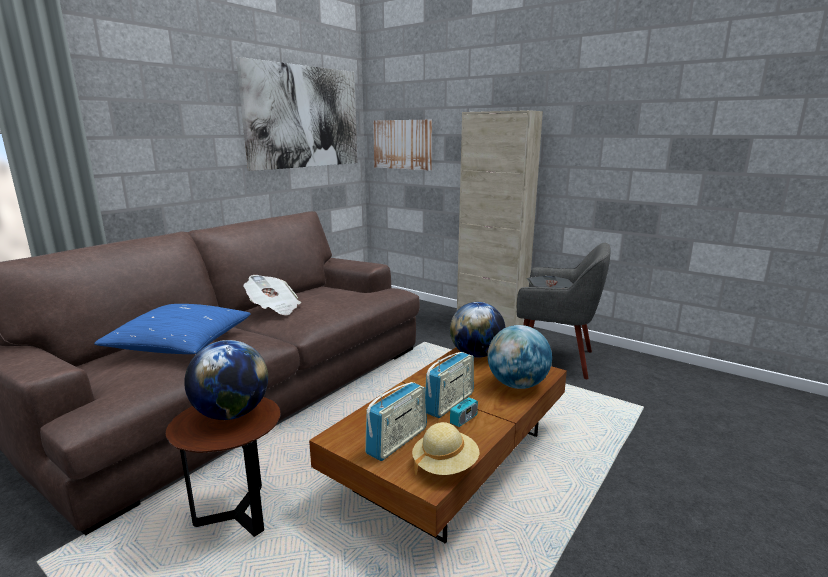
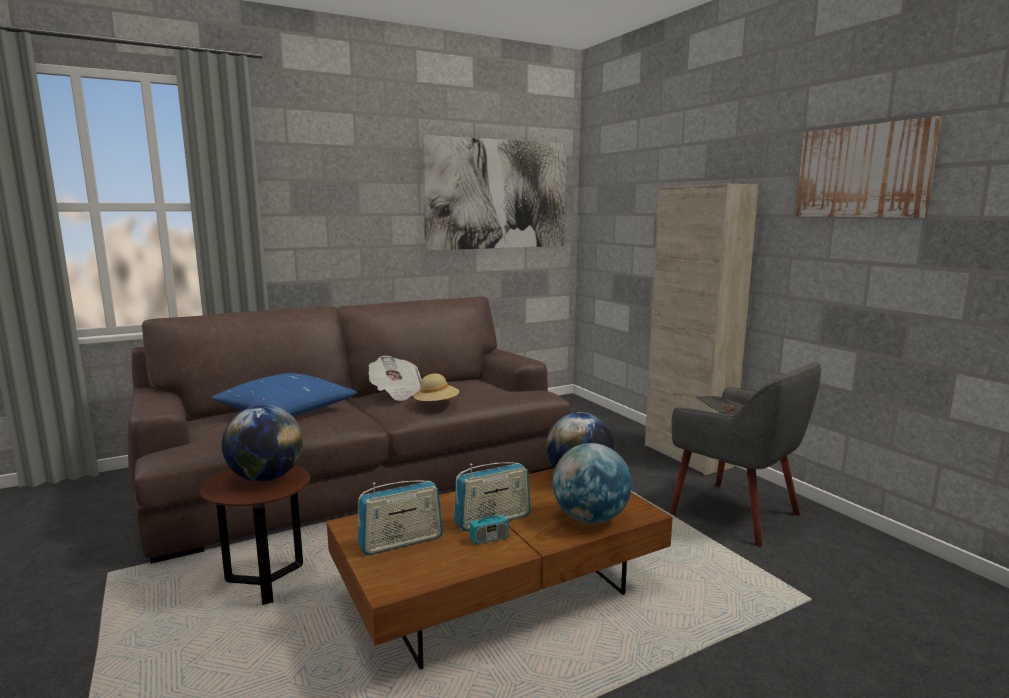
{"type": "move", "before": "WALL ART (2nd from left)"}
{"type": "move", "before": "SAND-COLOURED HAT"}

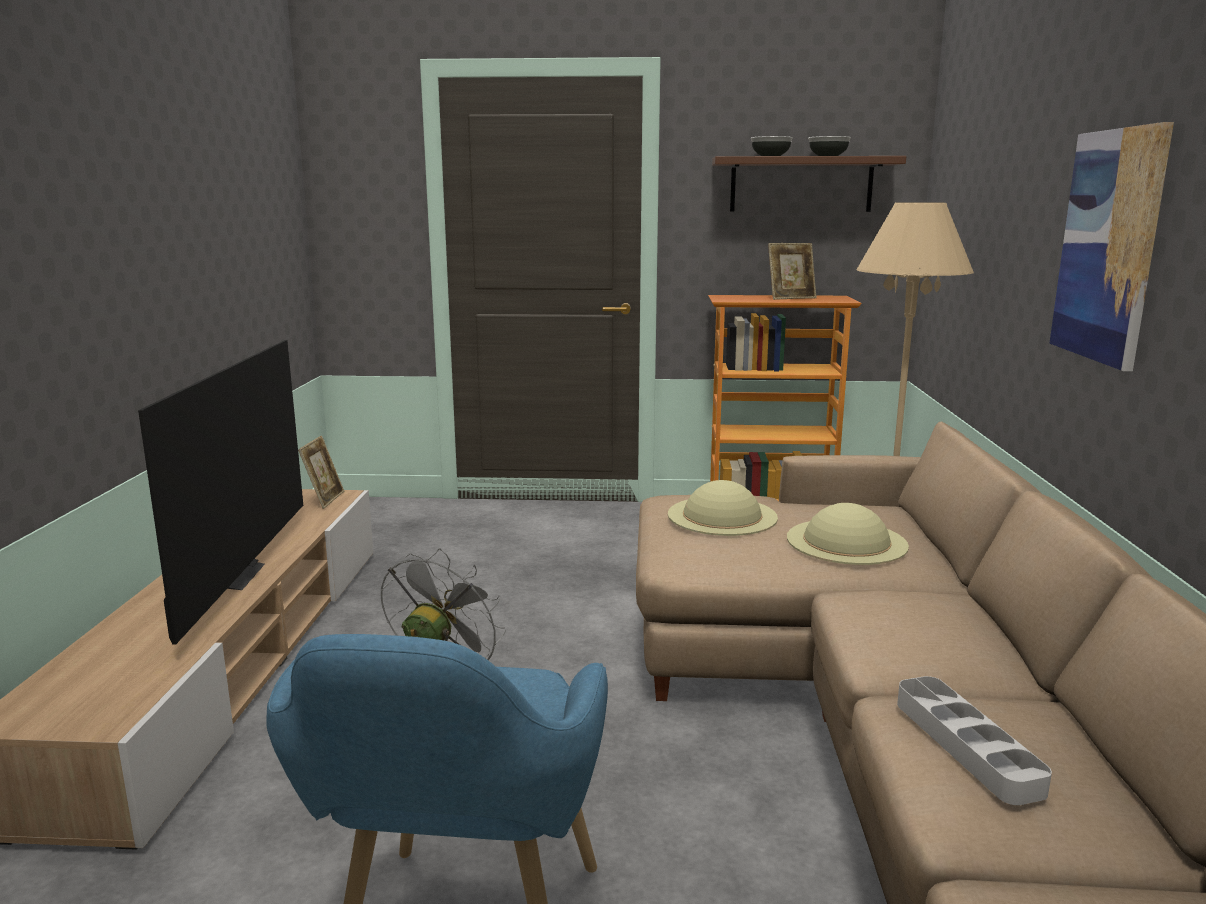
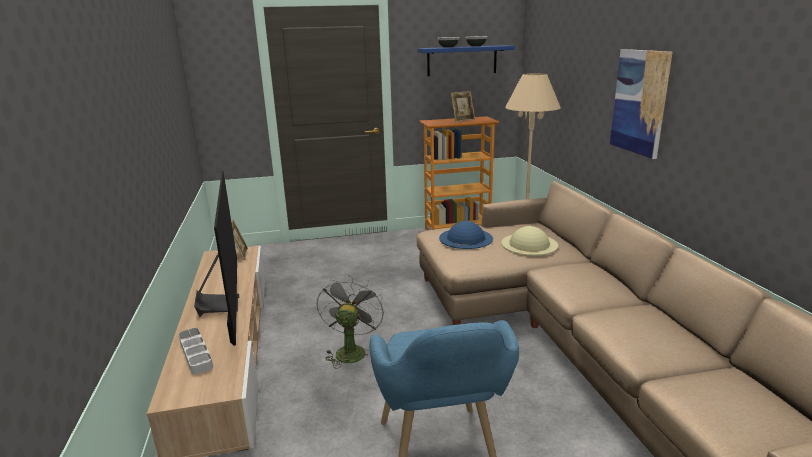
{"type": "move", "before": "GREY TRAY"}
{"type": "recolor", "before": "SAND-COLOURED HAT (1st from left)", "after": "BLUE HAT"}
{"type": "recolor", "before": "BROWNISH SHELF", "after": "BLUE SHELF"}

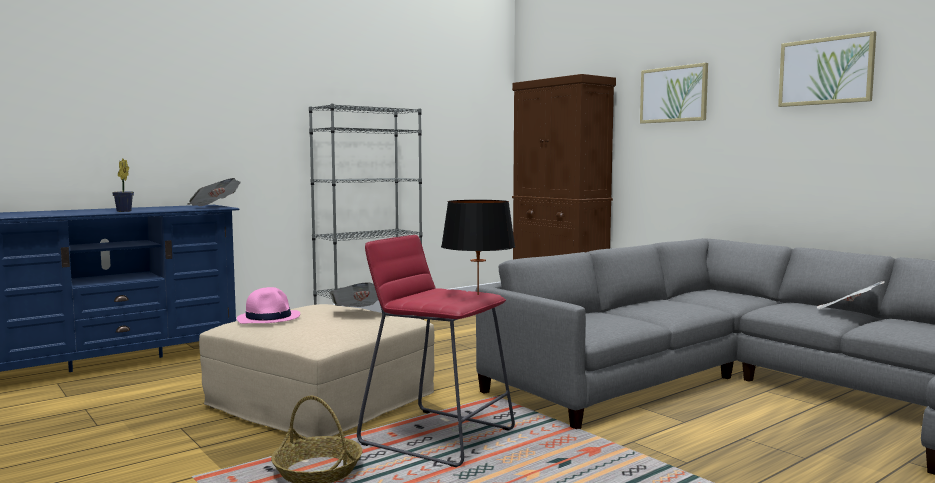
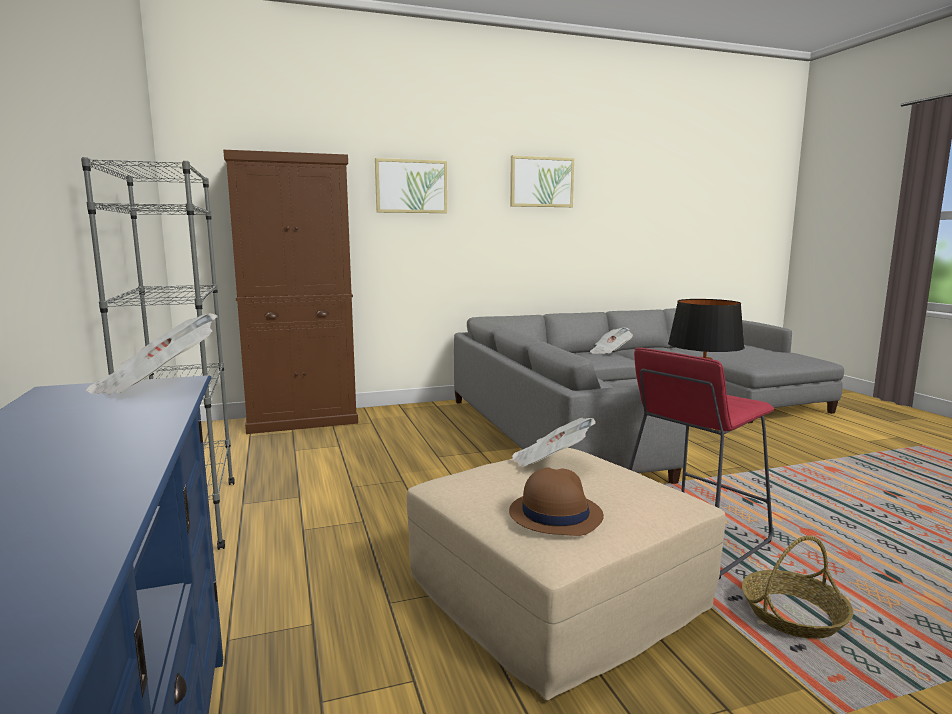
{"type": "delete", "before": "PLANT IN A POT"}
{"type": "recolor", "before": "PINKISH HAT", "after": "BROWNISH HAT"}

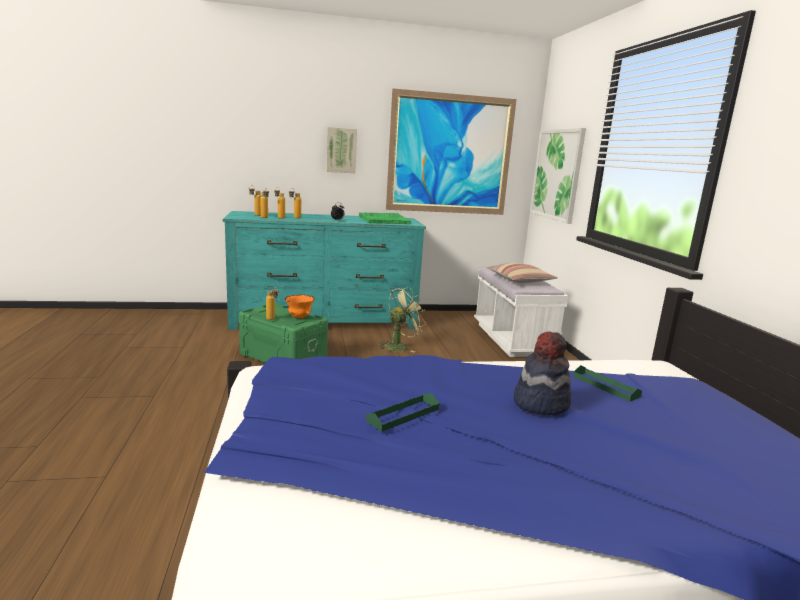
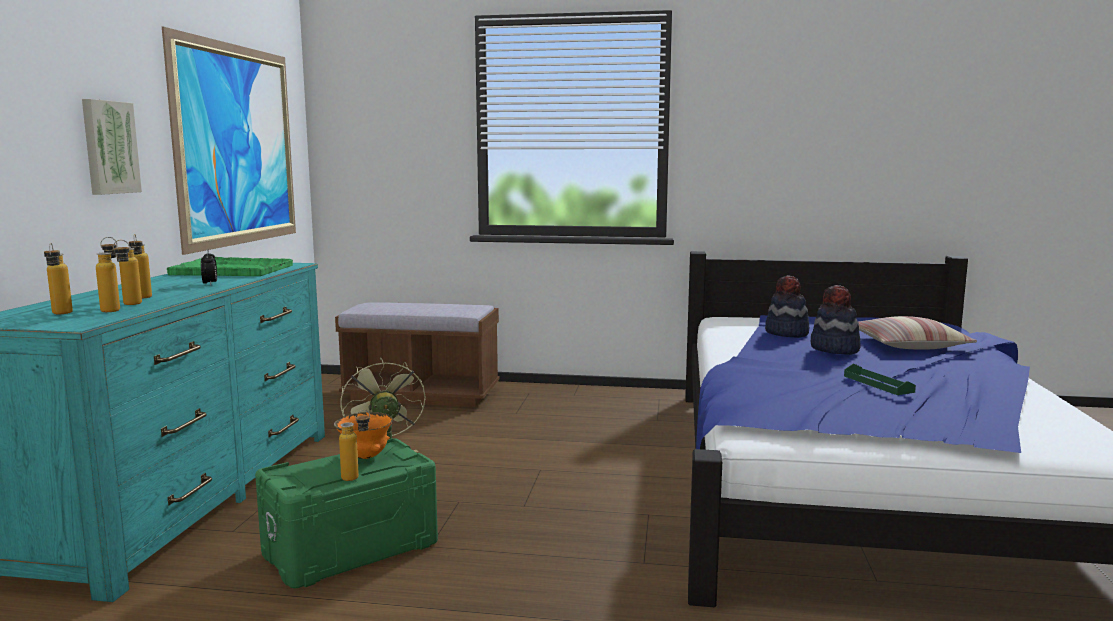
{"type": "delete", "before": "WALL ART (3rd from left)"}
{"type": "move", "before": "PILLOW"}
{"type": "replace", "before": "GREEN-COLOURED TRAY (3rd from left)", "after": "HAT (1st from left)"}
{"type": "recolor", "before": "WHITISH LONG SEAT", "after": "BROWNISH LONG SEAT"}

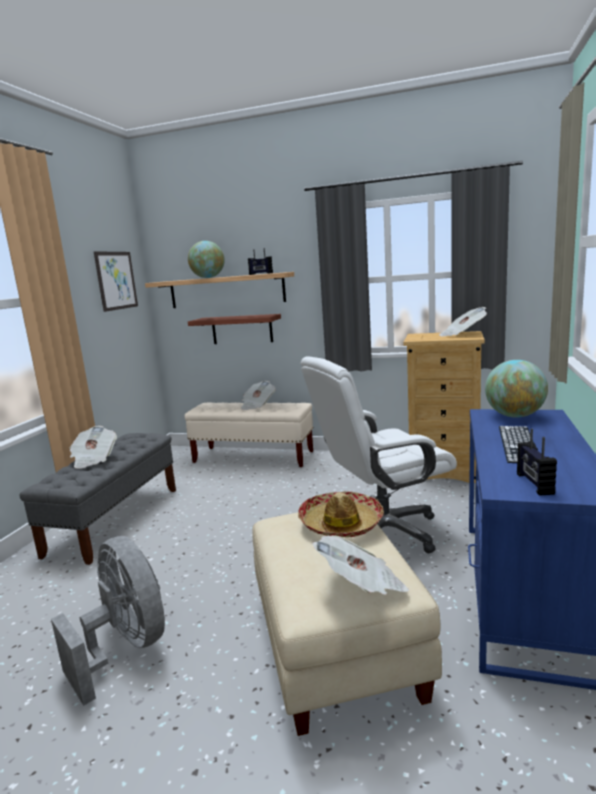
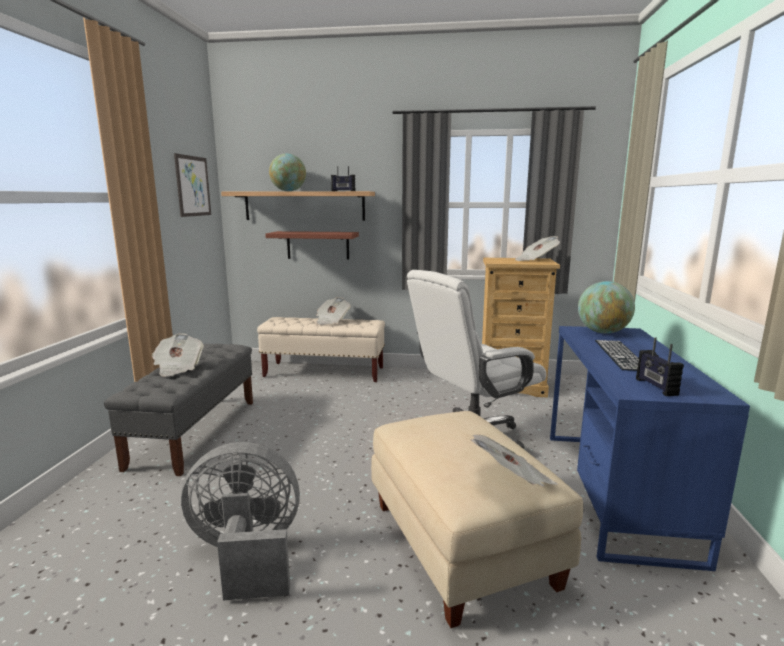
{"type": "delete", "before": "HAT"}
{"type": "rotate", "before": "GREY FAN", "turn": -45}

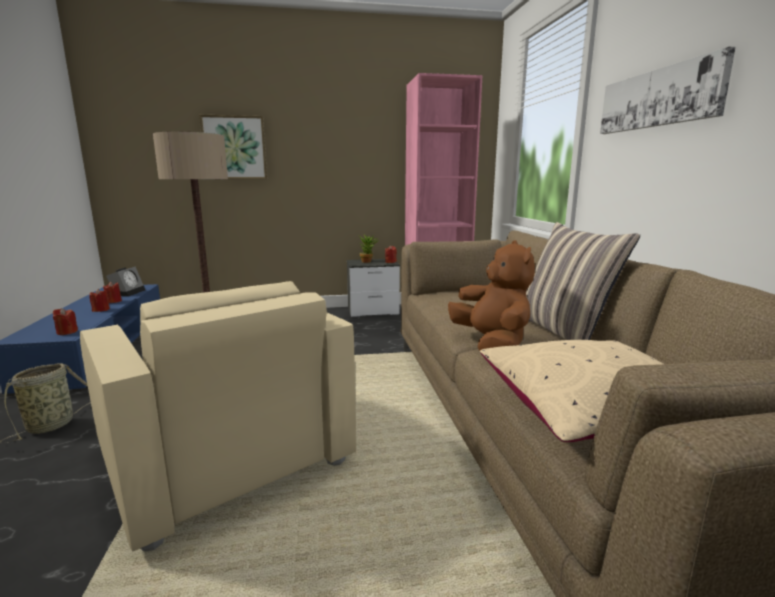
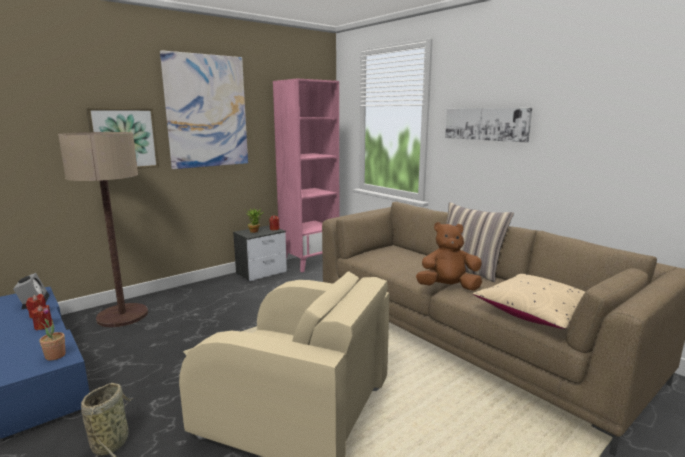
{"type": "insert", "after": "WALL ART (2nd from left)"}
{"type": "replace", "before": "RED-COLOURED CANDLE (1st from left)", "after": "PLANT IN A POT (1st from left)"}
{"type": "rotate", "before": "BROWNISH PLUSH TOY", "turn": -45}

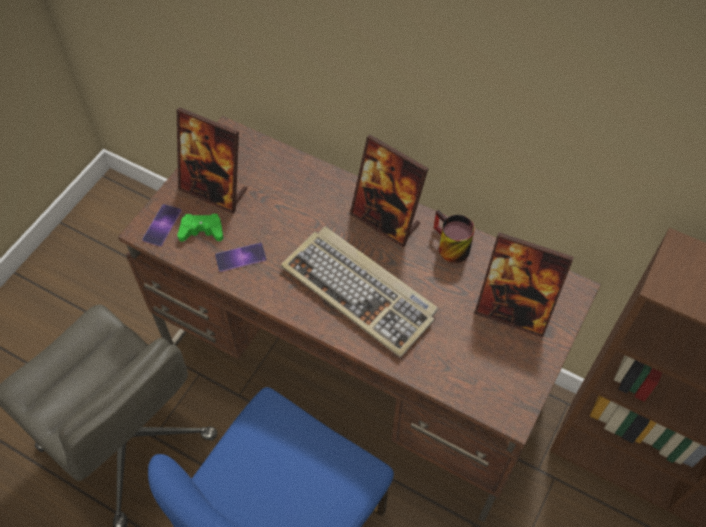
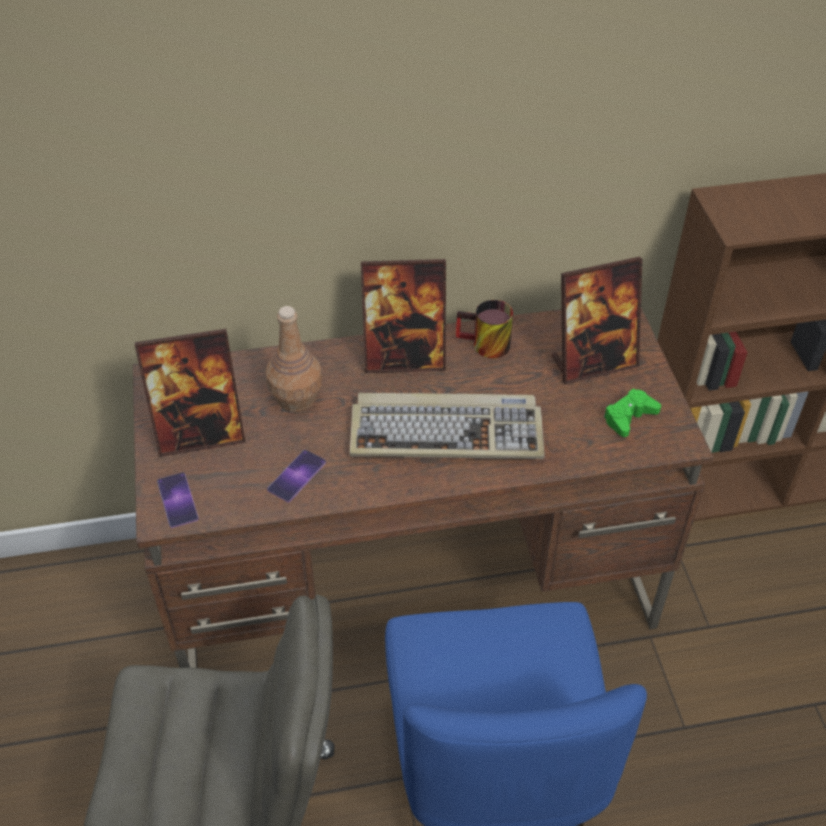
{"type": "insert", "after": "BROWNISH DRINK BOTTLE"}
{"type": "move", "before": "GREEN-COLOURED GAME CONTROLLER"}

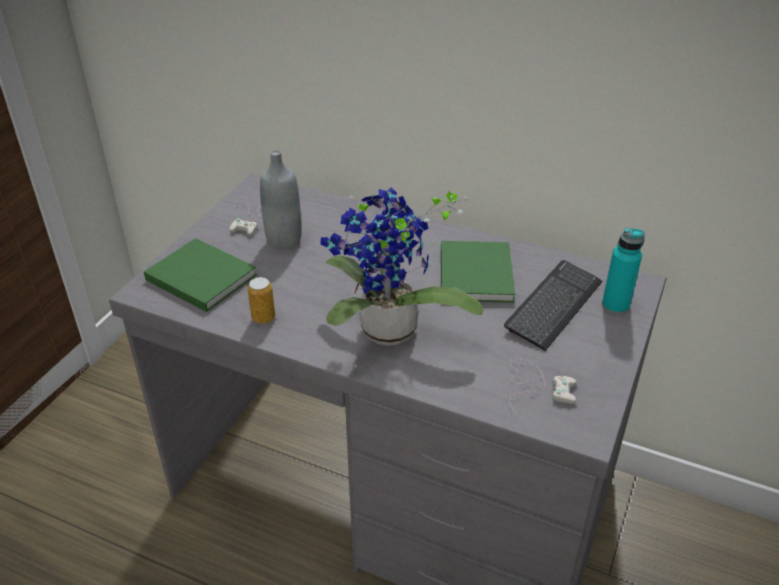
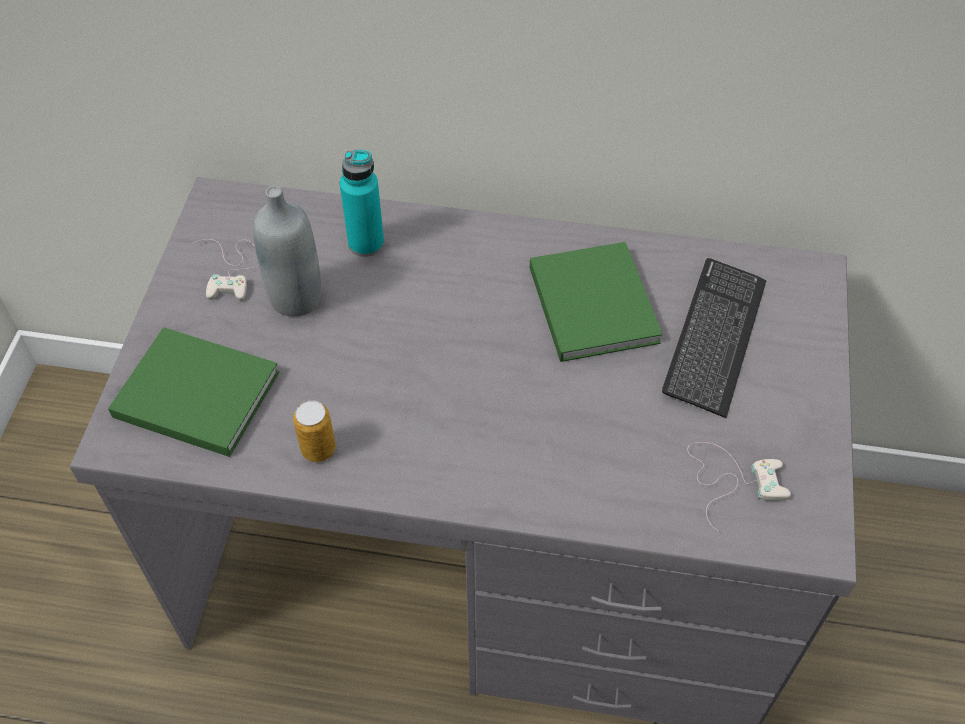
{"type": "delete", "before": "PLANT IN A POT"}
{"type": "move", "before": "TURQUOISE-COLOURED DRINK BOTTLE"}

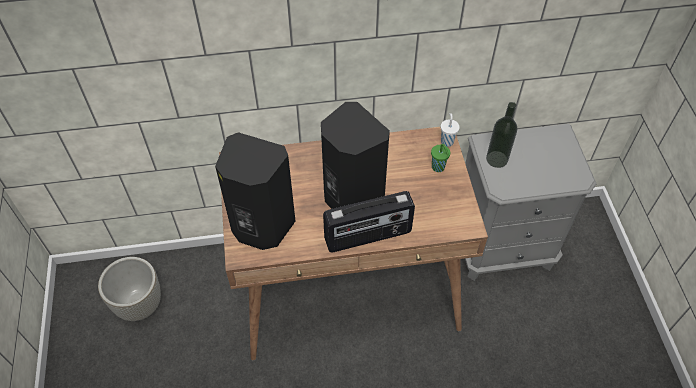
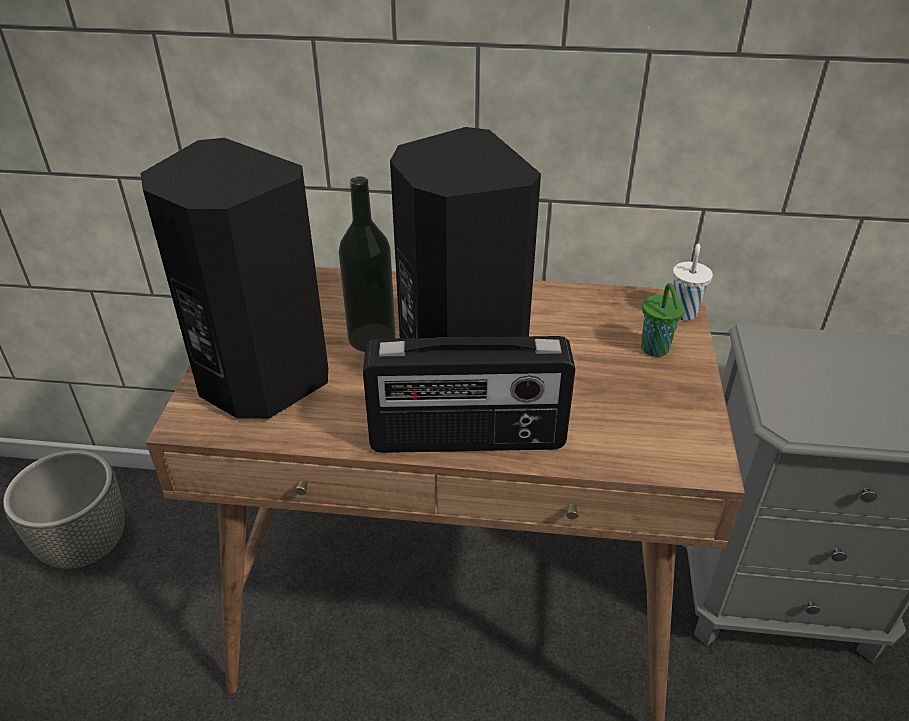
{"type": "move", "before": "DRINK BOTTLE"}

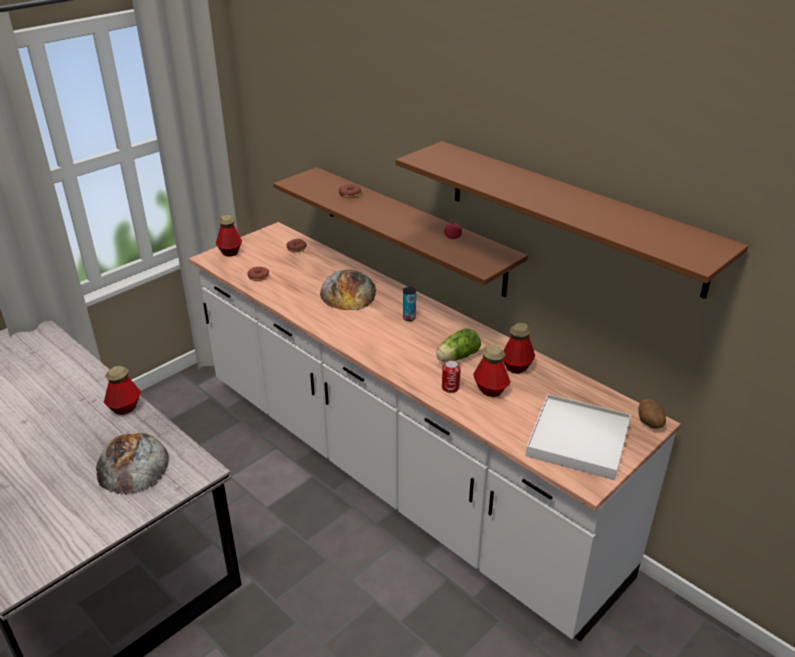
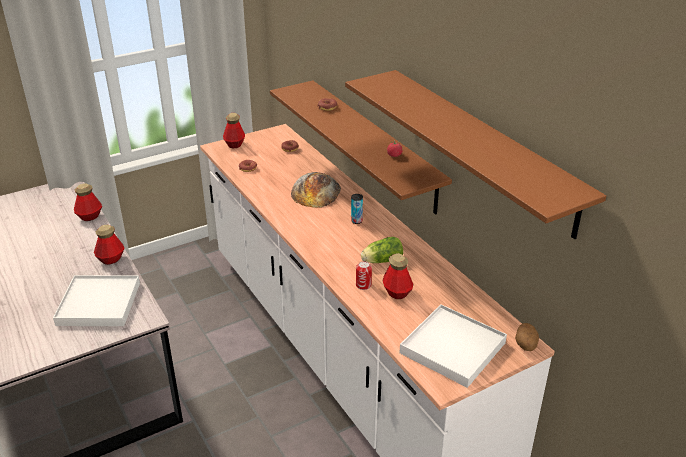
{"type": "move", "before": "DRINK BOTTLE (4th from left in the first image)", "after": "DRINK BOTTLE (1st from left)"}
{"type": "replace", "before": "BAKED BREAD (1st from left)", "after": "WHITISH TRAY (1st from left)"}

